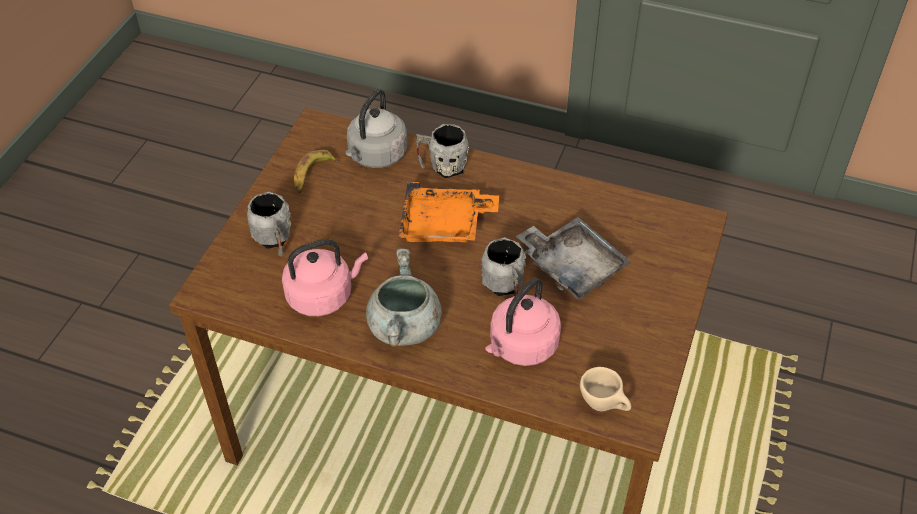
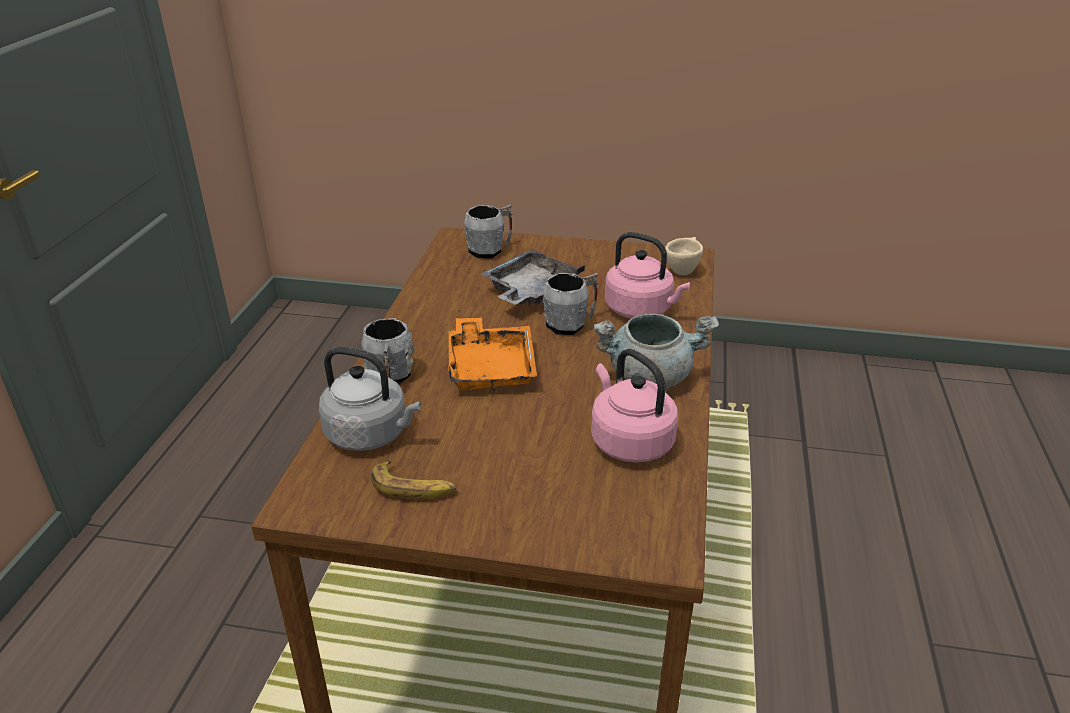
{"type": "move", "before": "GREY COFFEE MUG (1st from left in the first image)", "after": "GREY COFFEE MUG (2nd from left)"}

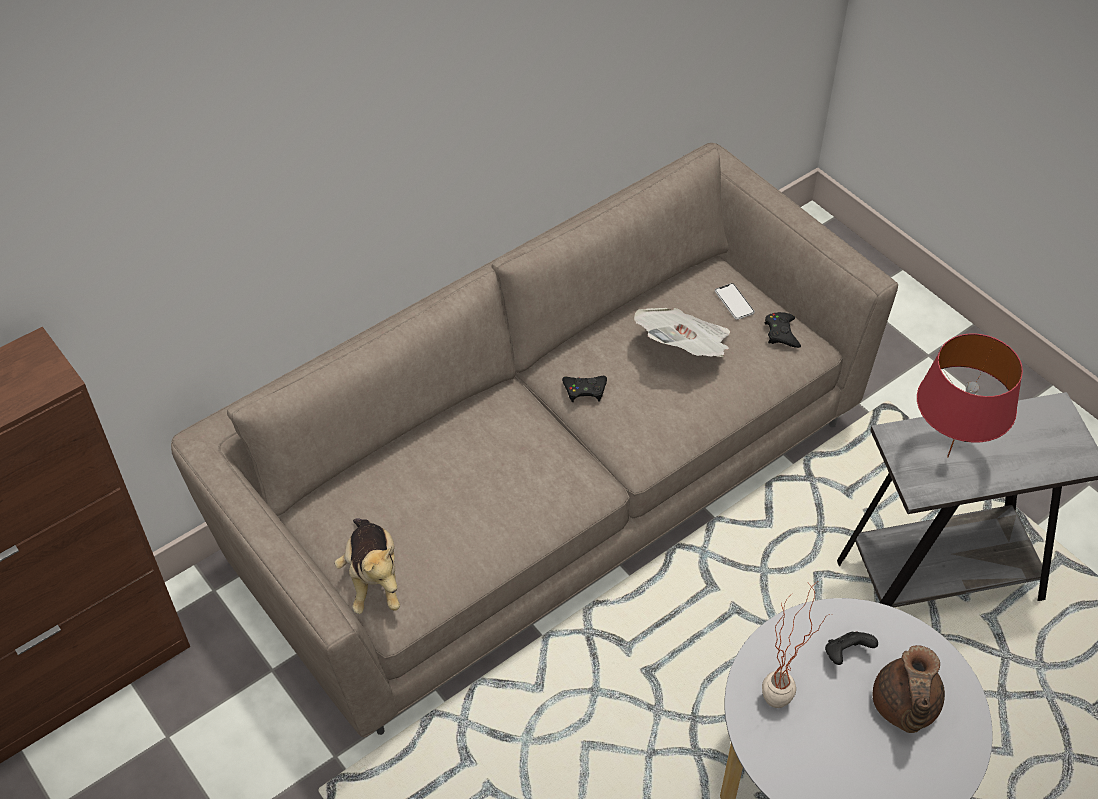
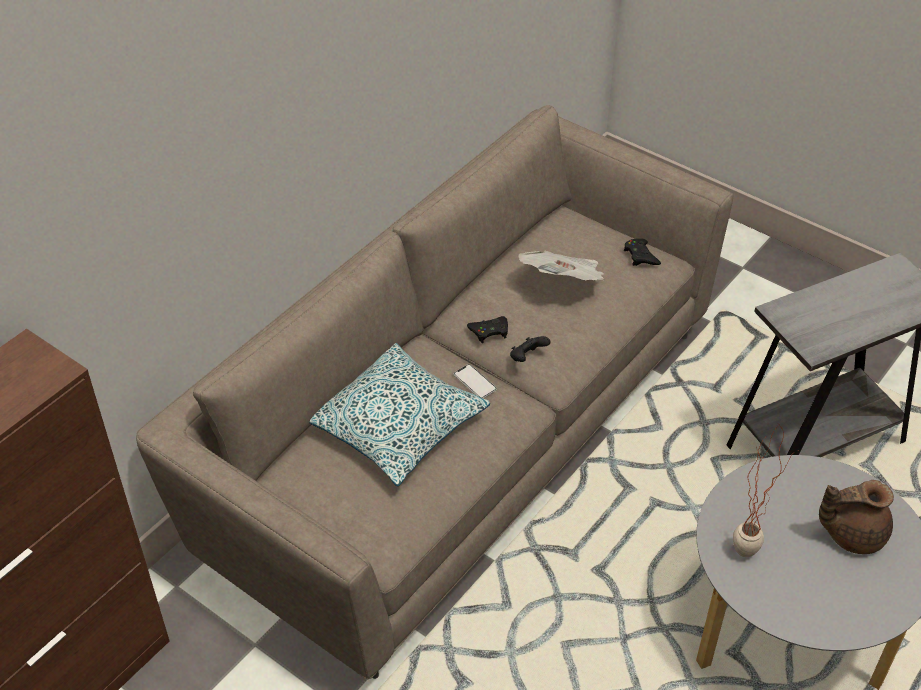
{"type": "delete", "before": "PLUSH TOY"}
{"type": "delete", "before": "RED-COLOURED TABLETOP LAMP"}
{"type": "insert", "after": "PILLOW"}
{"type": "move", "before": "HANDSET"}
{"type": "move", "before": "BLACK GAME CONTROLLER (3rd from left in the first image)", "after": "BLACK GAME CONTROLLER (2nd from left)"}
{"type": "rotate", "before": "BROWNISH TEAPOT", "turn": 90}

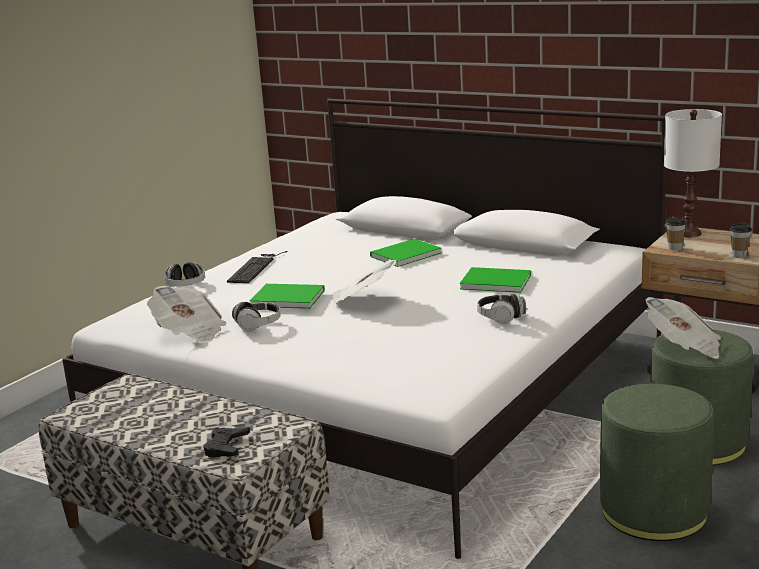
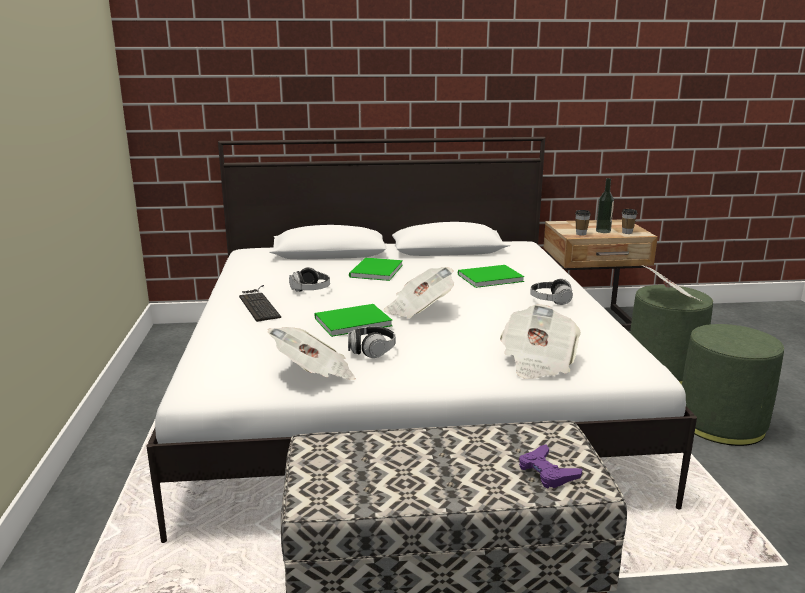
{"type": "delete", "before": "WHITISH TABLETOP LAMP"}
{"type": "insert", "after": "DAILY PAPER (3rd from left)"}
{"type": "insert", "after": "DRINK BOTTLE"}
{"type": "move", "before": "HEADPHONES (1st from left)"}
{"type": "recolor", "before": "BLACK GAME CONTROLLER", "after": "PURPLE-COLOURED GAME CONTROLLER"}

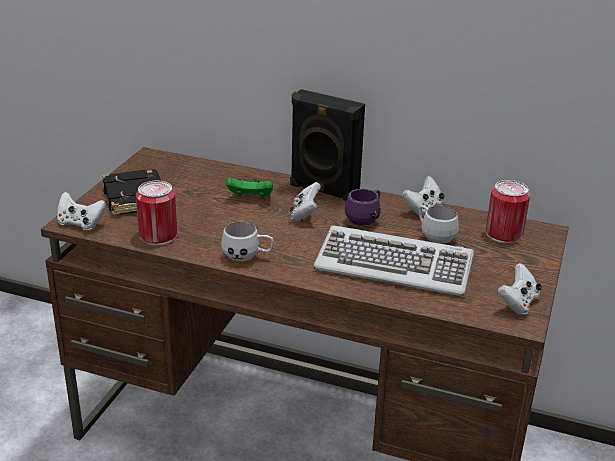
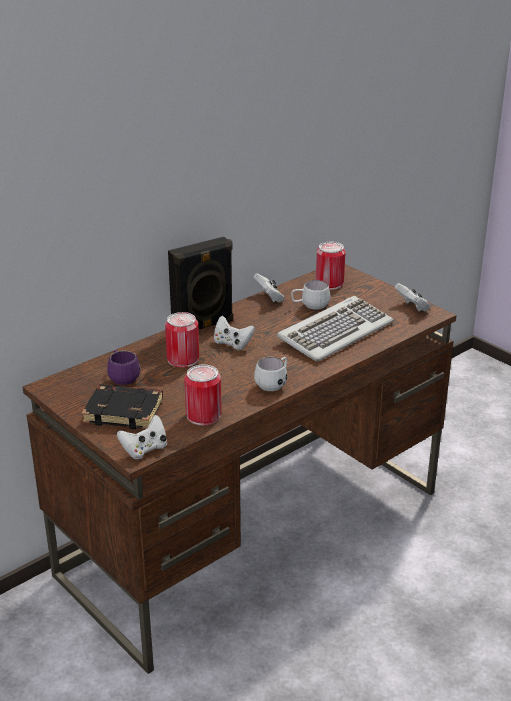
{"type": "move", "before": "PURPLE-COLOURED COFFEE MUG"}
{"type": "replace", "before": "GREEN-COLOURED GAME CONTROLLER", "after": "METAL CAN (1st from left)"}

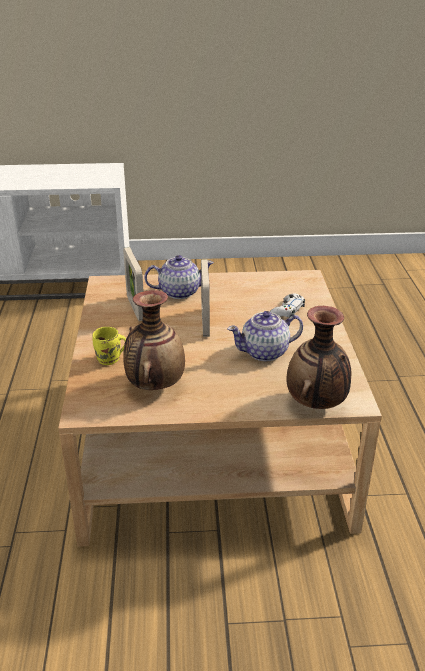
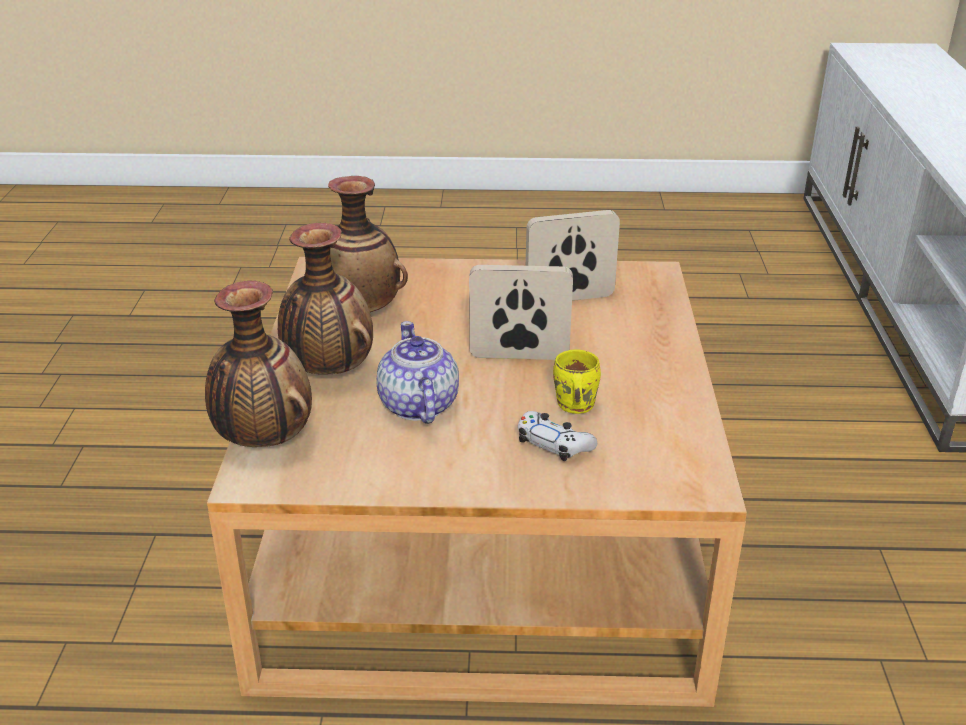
{"type": "delete", "before": "TEAPOT (1st from left)"}
{"type": "insert", "after": "FLOWER VASE (2nd from left)"}
{"type": "move", "before": "YELLOW COFFEE MUG"}

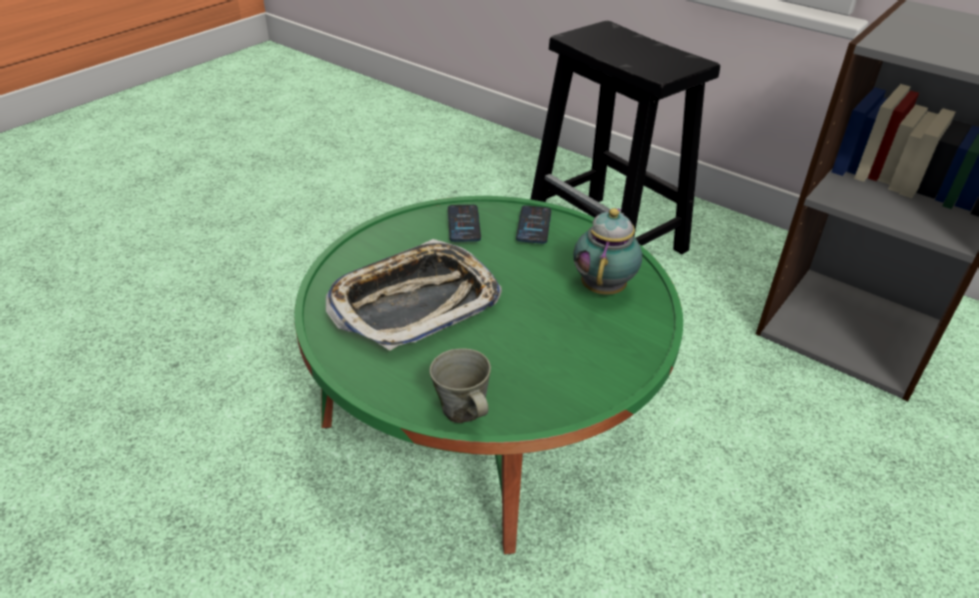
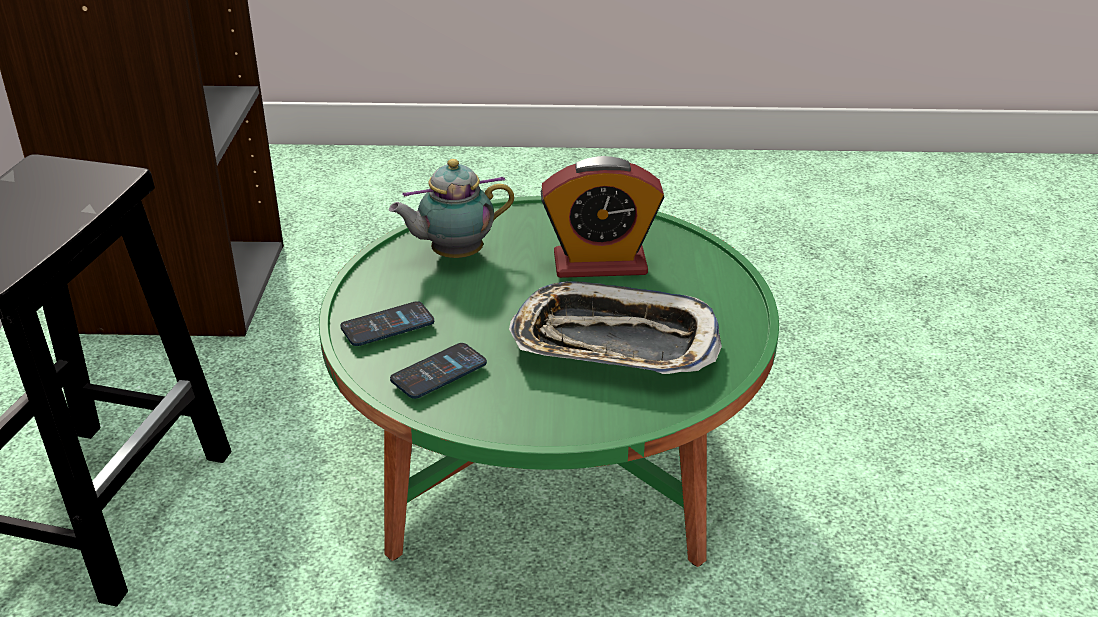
{"type": "delete", "before": "GREY COFFEE MUG"}
{"type": "insert", "after": "TABLE CLOCK"}

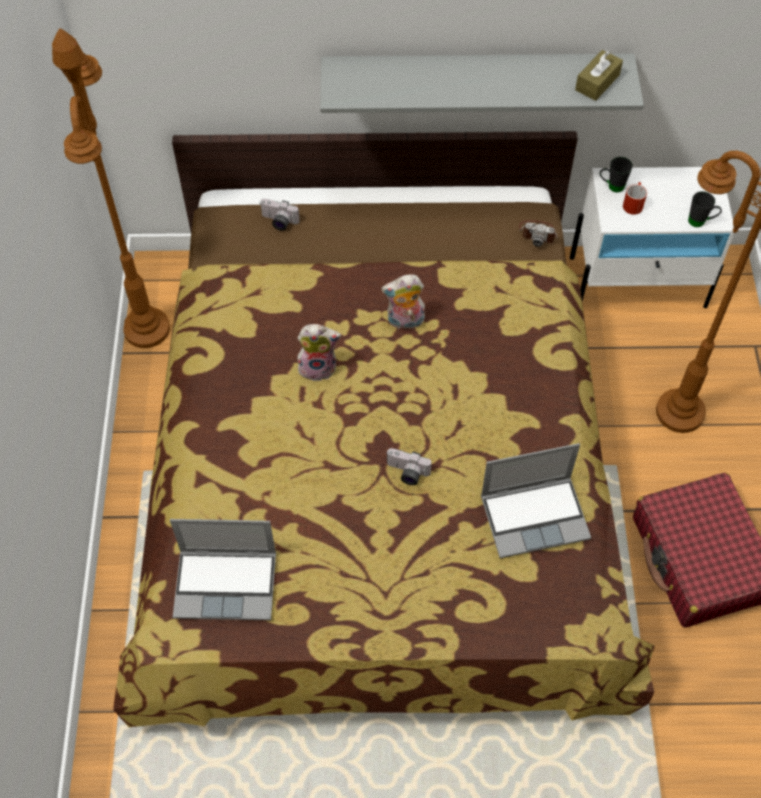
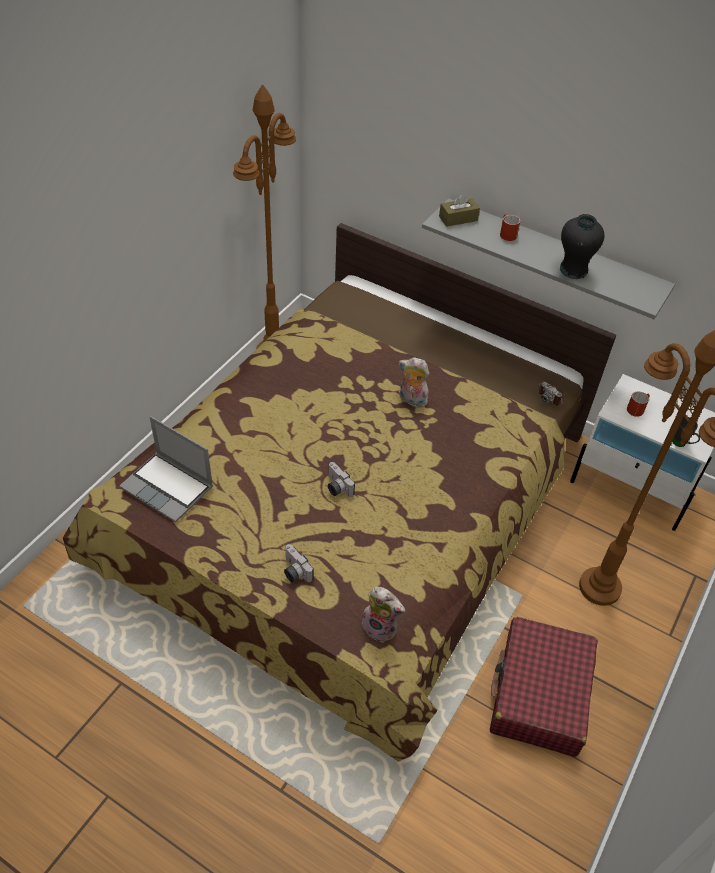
{"type": "delete", "before": "NOTEBOOK COMPUTER (2nd from left)"}
{"type": "delete", "before": "BLACK COFFEE MUG (1st from left)"}
{"type": "insert", "after": "RED-COLOURED COFFEE MUG (1st from left)"}
{"type": "insert", "after": "BLACK FLOWER VASE"}
{"type": "move", "before": "PHOTO CAMERA (1st from left)"}
{"type": "move", "before": "PLUSH TOY (1st from left)"}
{"type": "move", "before": "BROWNISH BOX OF TISSUES"}

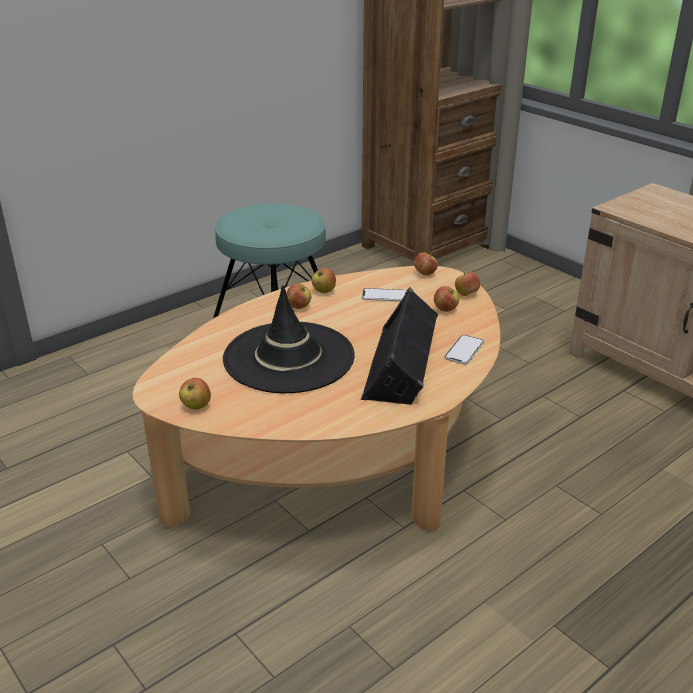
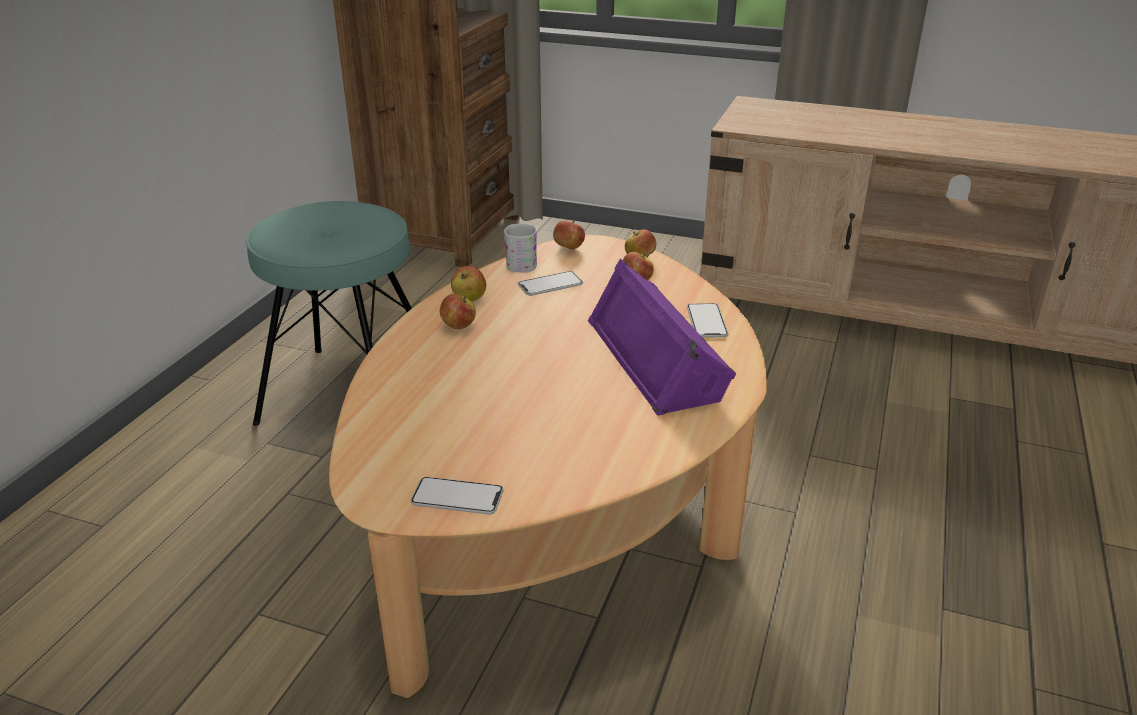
{"type": "delete", "before": "BLACK HAT"}
{"type": "insert", "after": "WHITISH COFFEE MUG"}
{"type": "replace", "before": "WHOLE APPLE (1st from left)", "after": "HANDSET (1st from left)"}
{"type": "recolor", "before": "BLACK AUDIO SPEAKER", "after": "PURPLE-COLOURED AUDIO SPEAKER"}

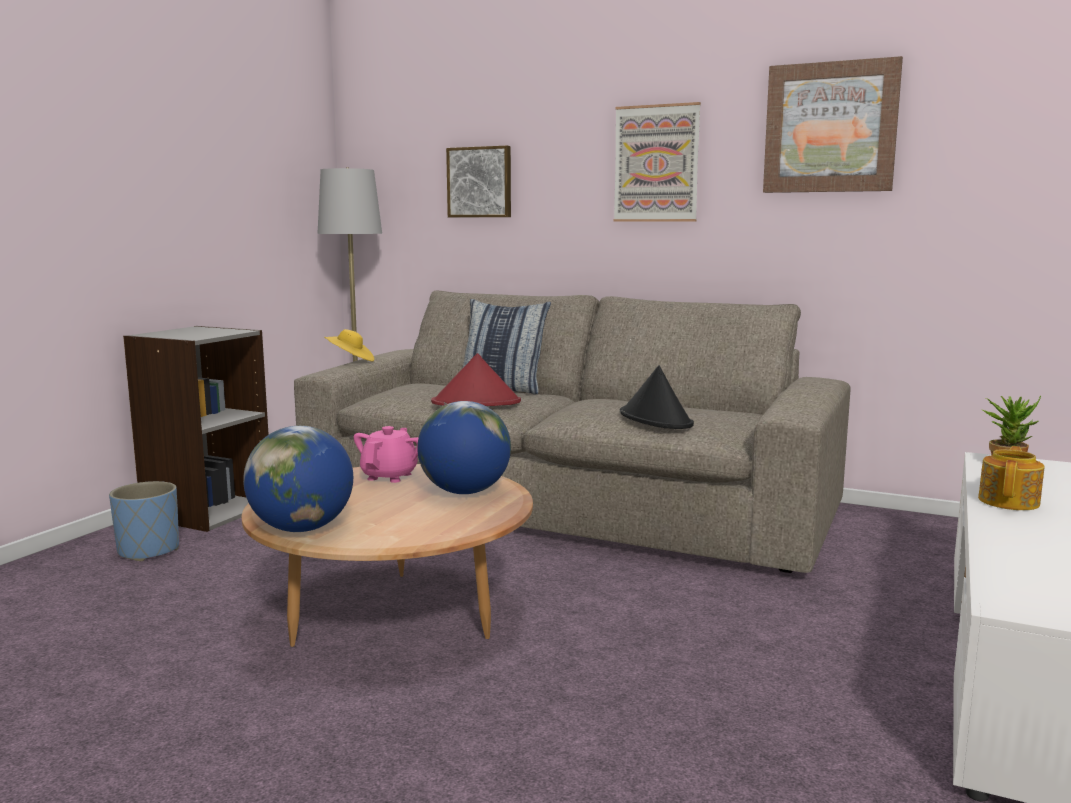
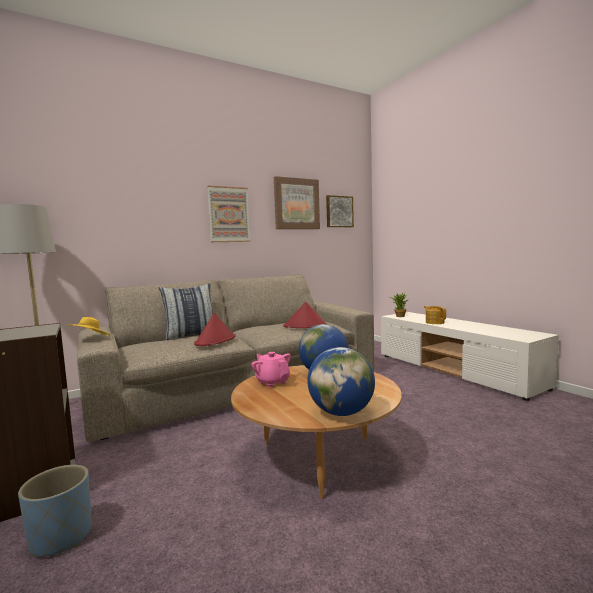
{"type": "move", "before": "WALL ART (1st from left in the first image)", "after": "WALL ART (3rd from left)"}
{"type": "recolor", "before": "BLACK HAT", "after": "RED-COLOURED HAT (2nd from left)"}

